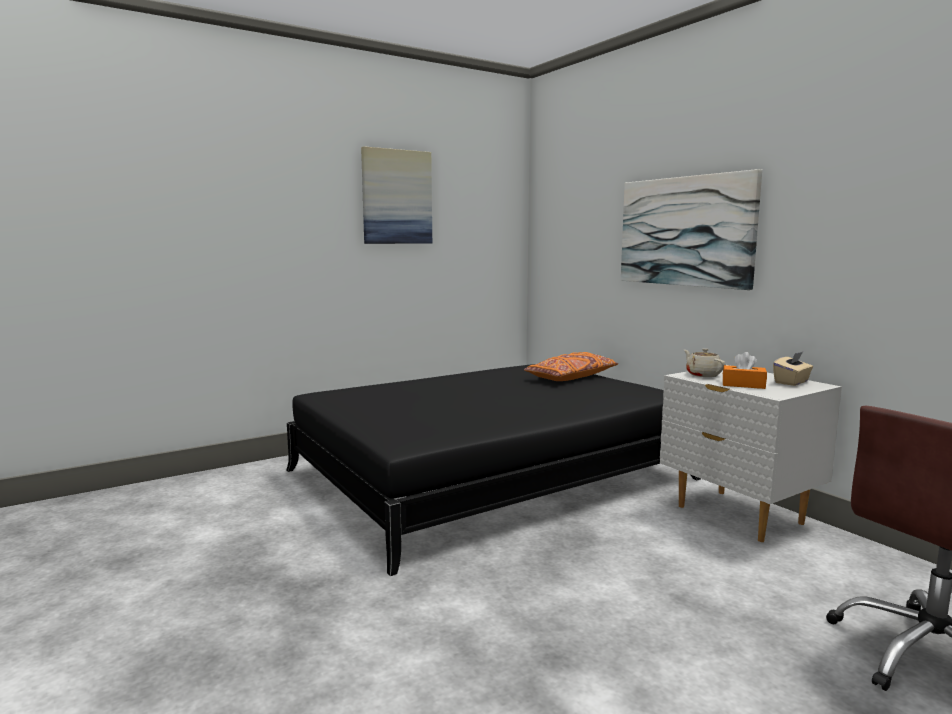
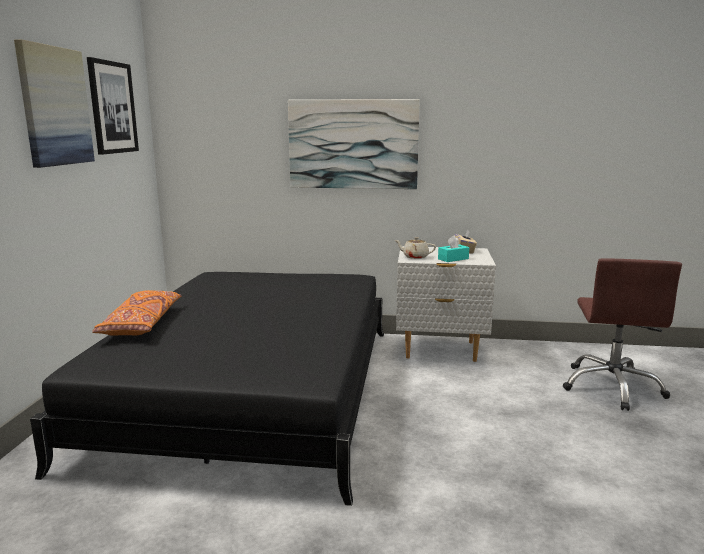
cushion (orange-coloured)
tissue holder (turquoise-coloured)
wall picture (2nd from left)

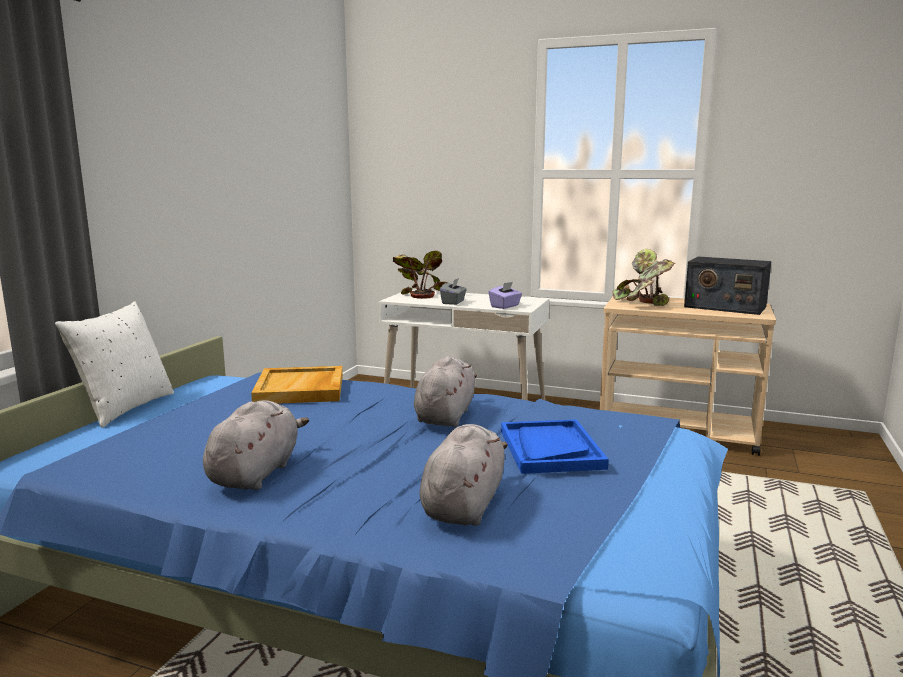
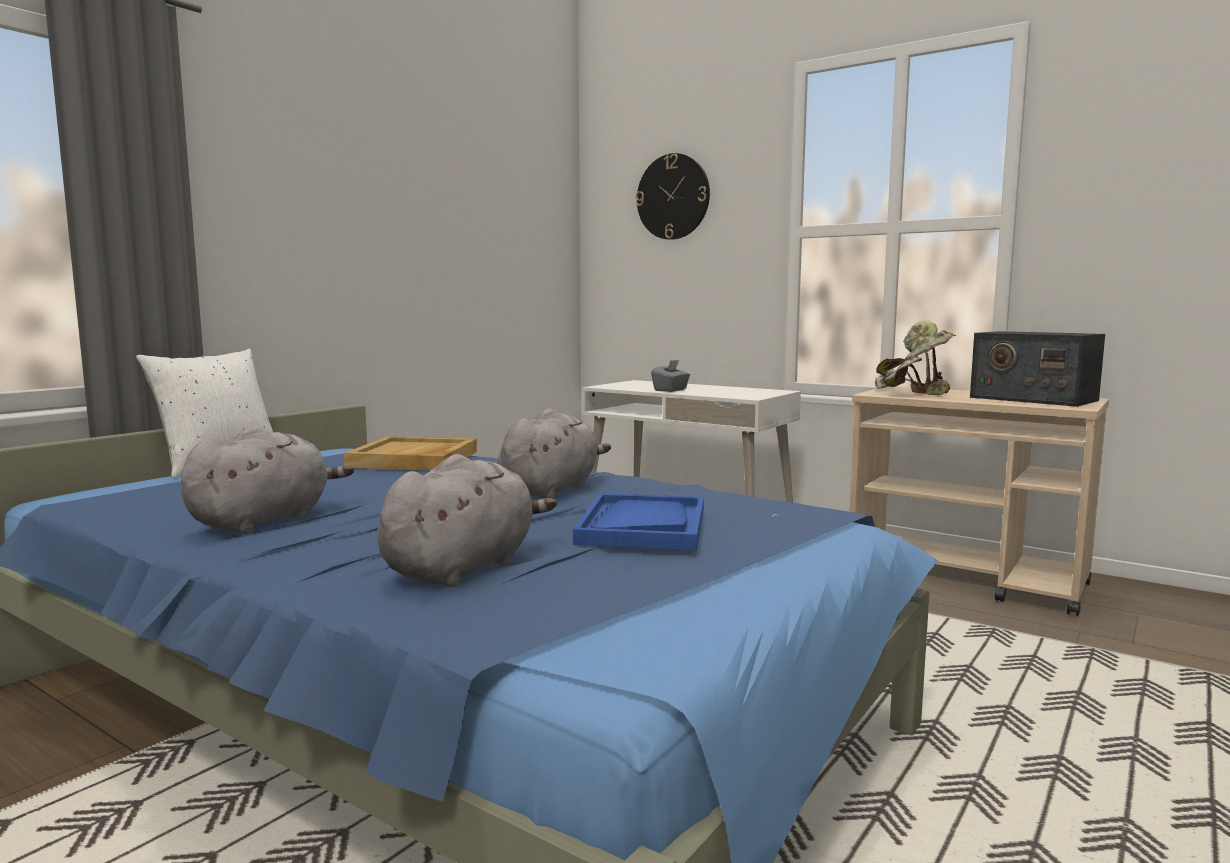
houseplant (1st from left in the first image)
tissue holder (purplish)
clock on the wall

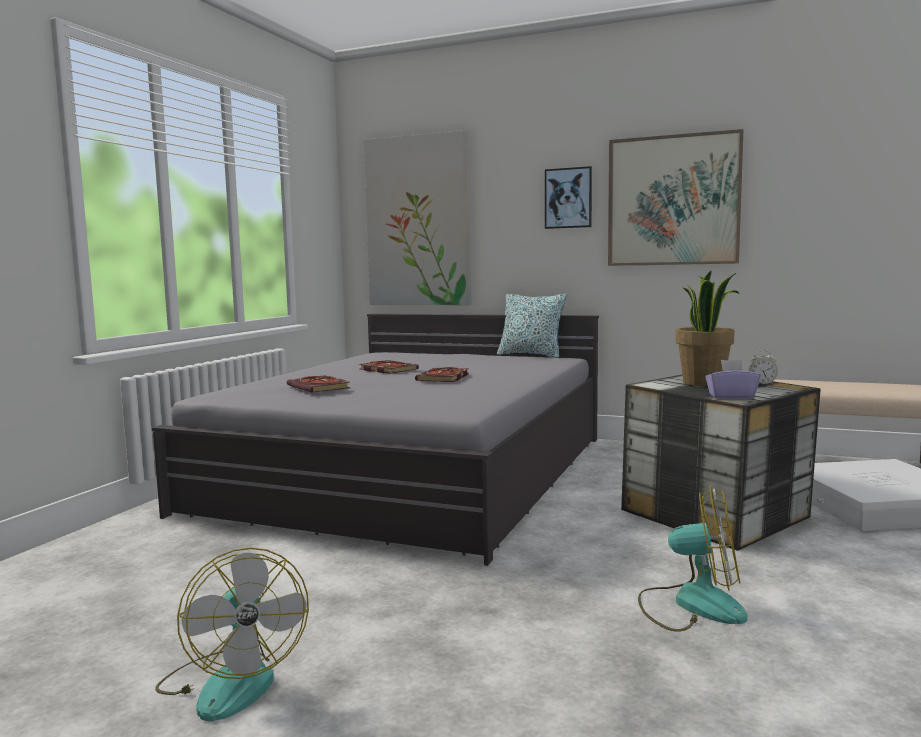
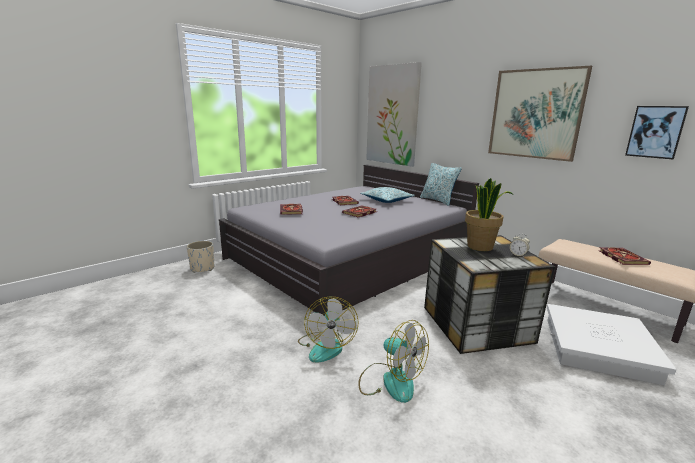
cooling fan (1st from left)
wall picture (3rd from left)
tissue holder (purplish)
plant pot (beige-coloured)
cushion (1st from left)
volume (4th from left)

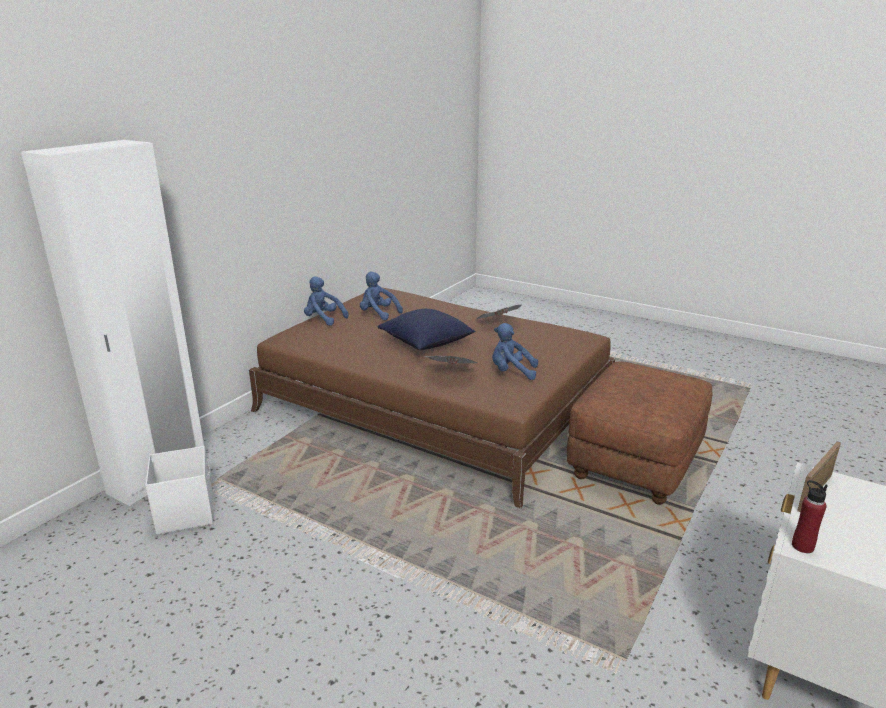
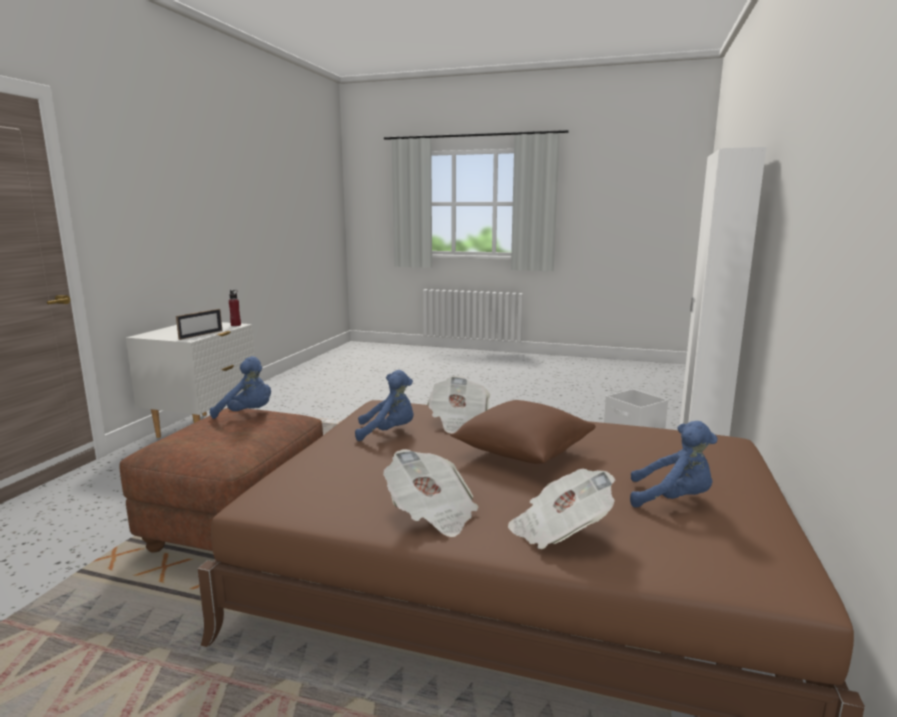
cuddly toy (blue-coloured) (1st from left)
cushion (brown)
printed paper (3rd from left)

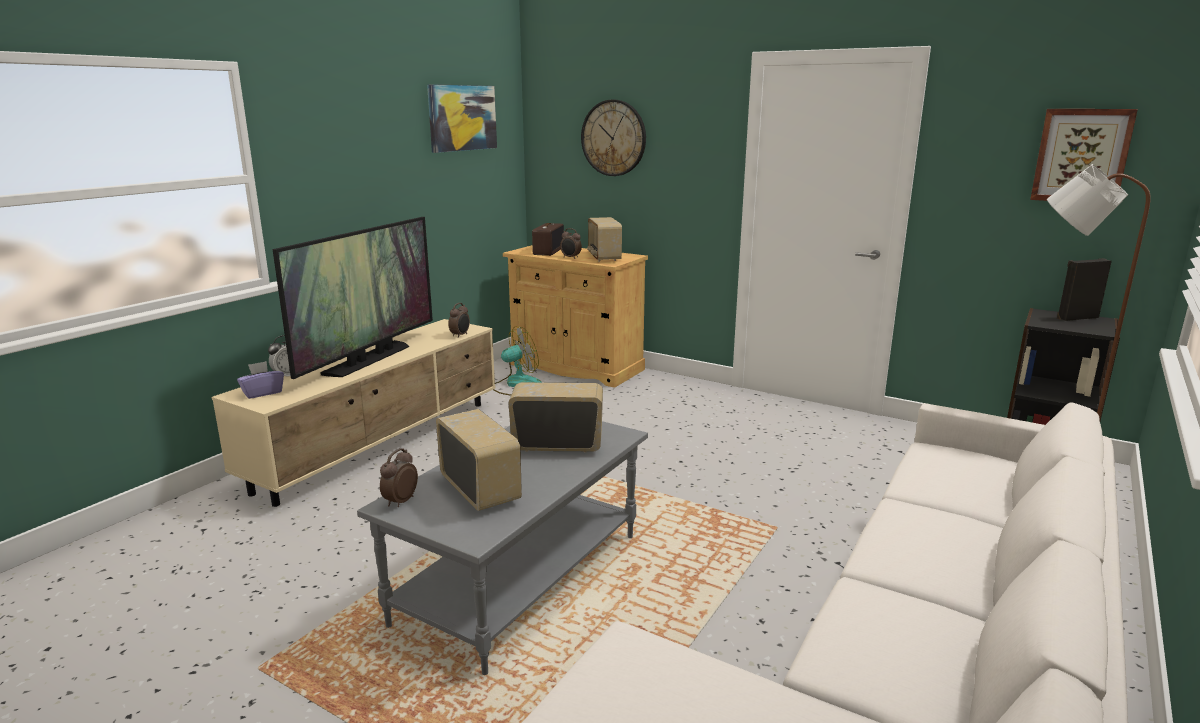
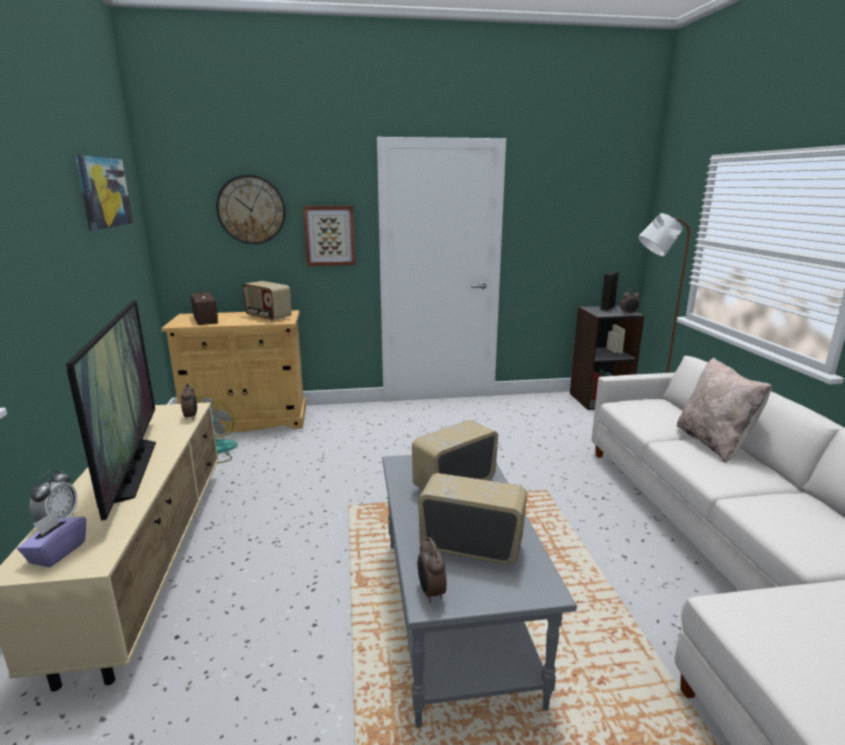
bedside clock (4th from left)
wall picture (2nd from left)
cushion (beige-coloured)

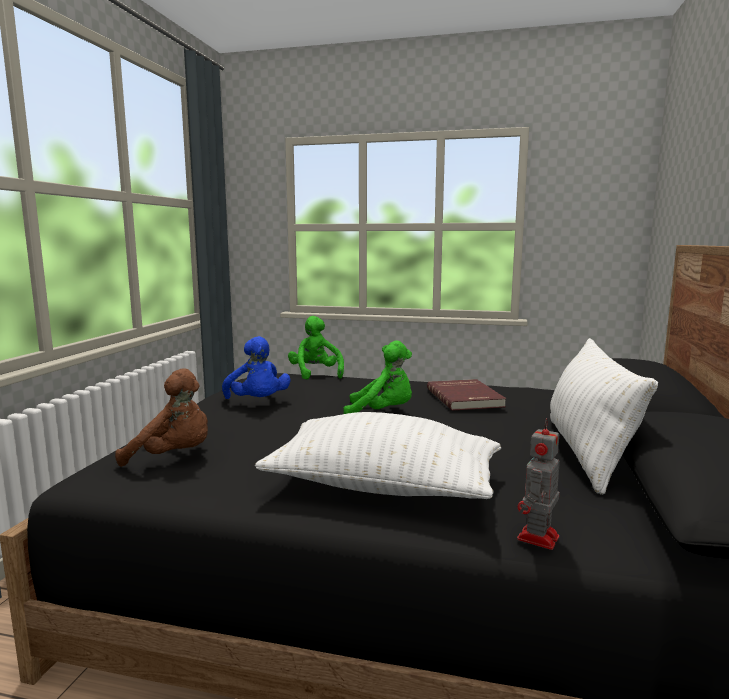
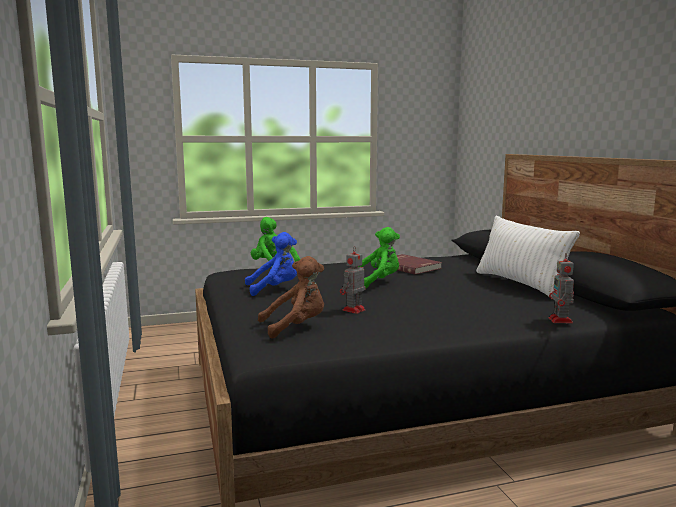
cuddly toy (blue-coloured)
cushion (white-coloured) (1st from left in the first image)
toy robot (1st from left)

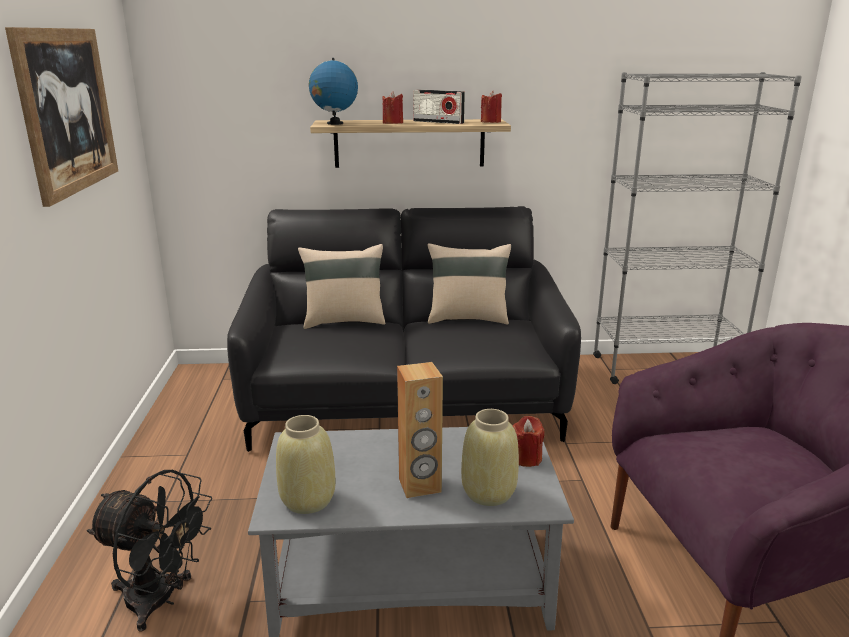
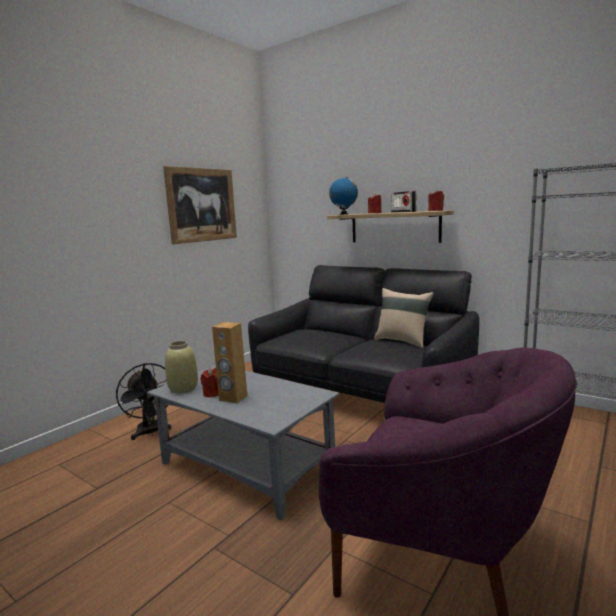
cushion (beige-coloured) (1st from left in the first image)
vase (beige-coloured) (2nd from left in the first image)
candle (red-coloured) (1st from left)

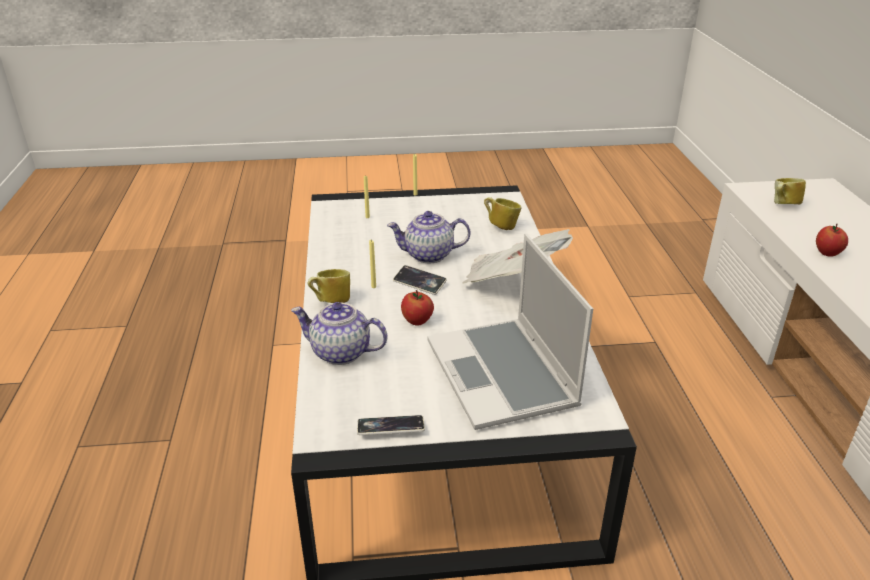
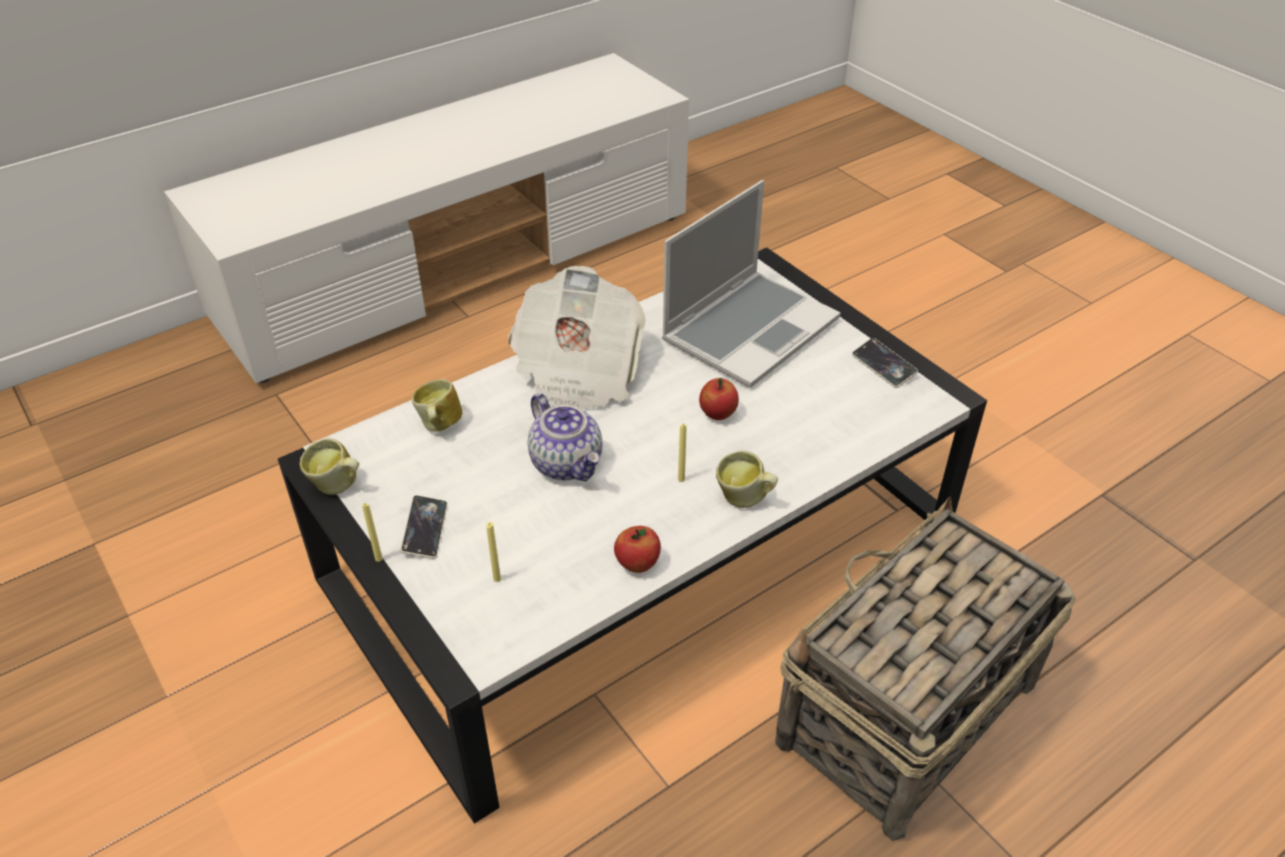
pot for tea (1st from left in the first image)
telephone (1st from left)
coffee mug (1st from left)
apple fruit (1st from left)
storage basket

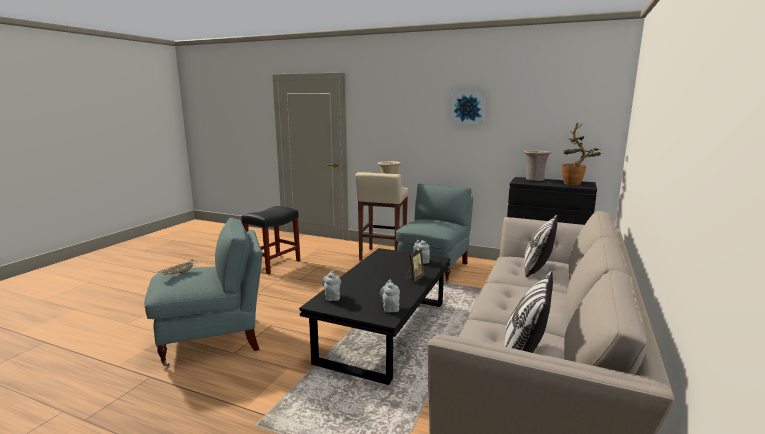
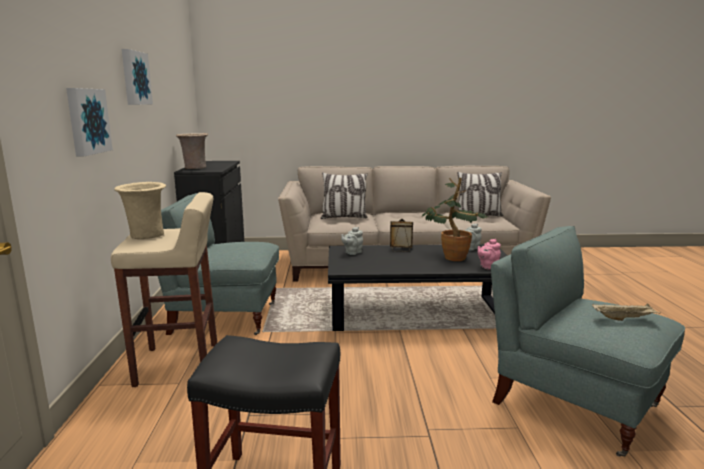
pot for tea (pink-coloured)
houseplant
wall picture (1st from left)

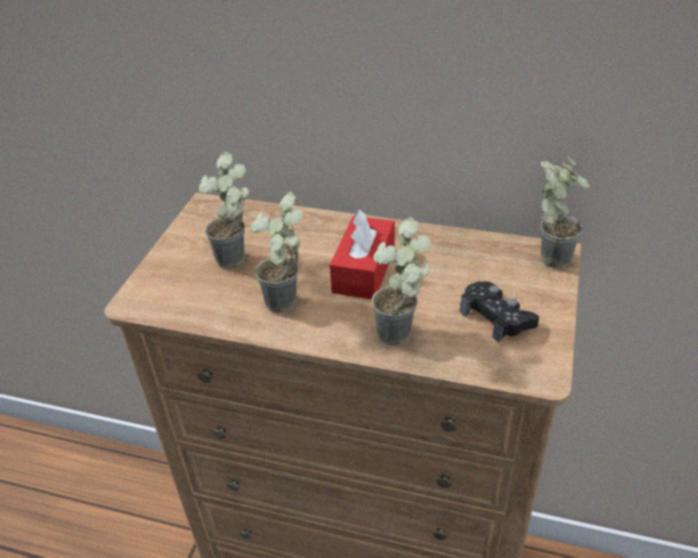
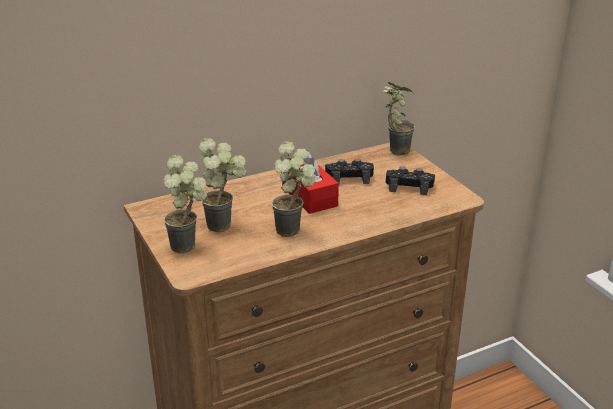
houseplant (1st from left)
joypad (blackish) (1st from left)

